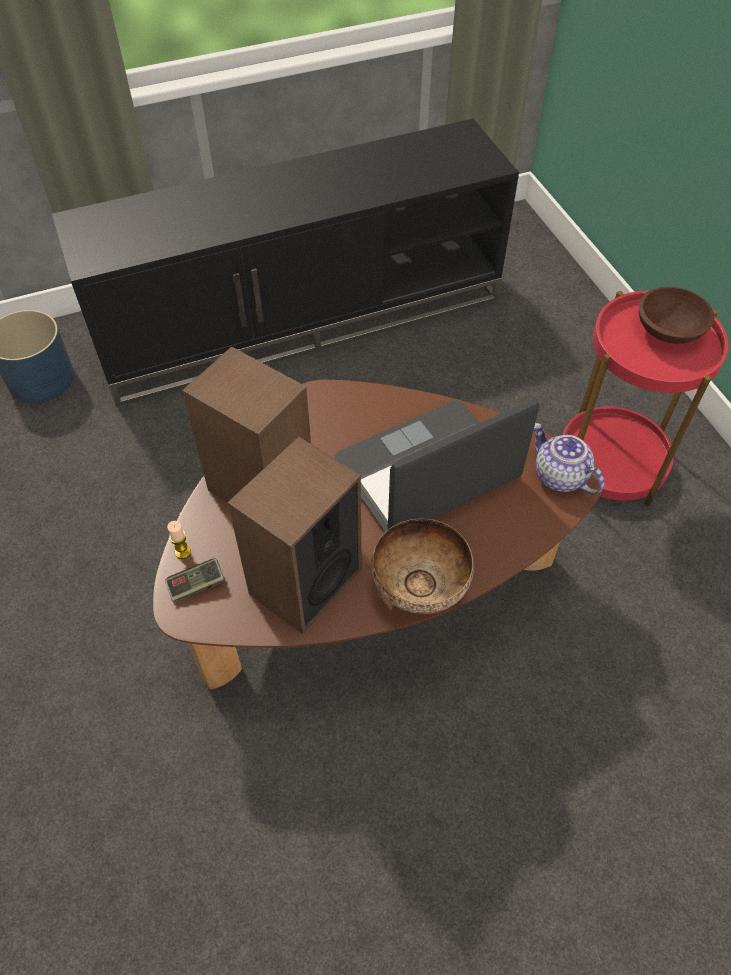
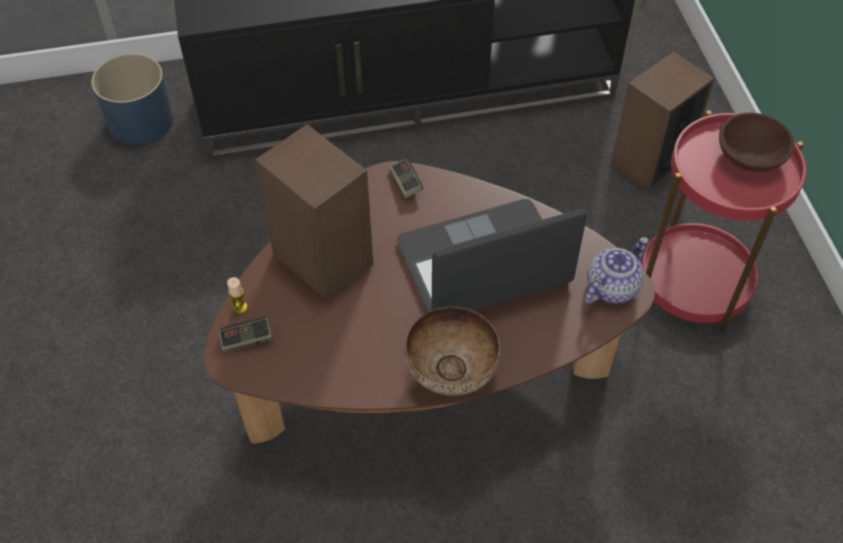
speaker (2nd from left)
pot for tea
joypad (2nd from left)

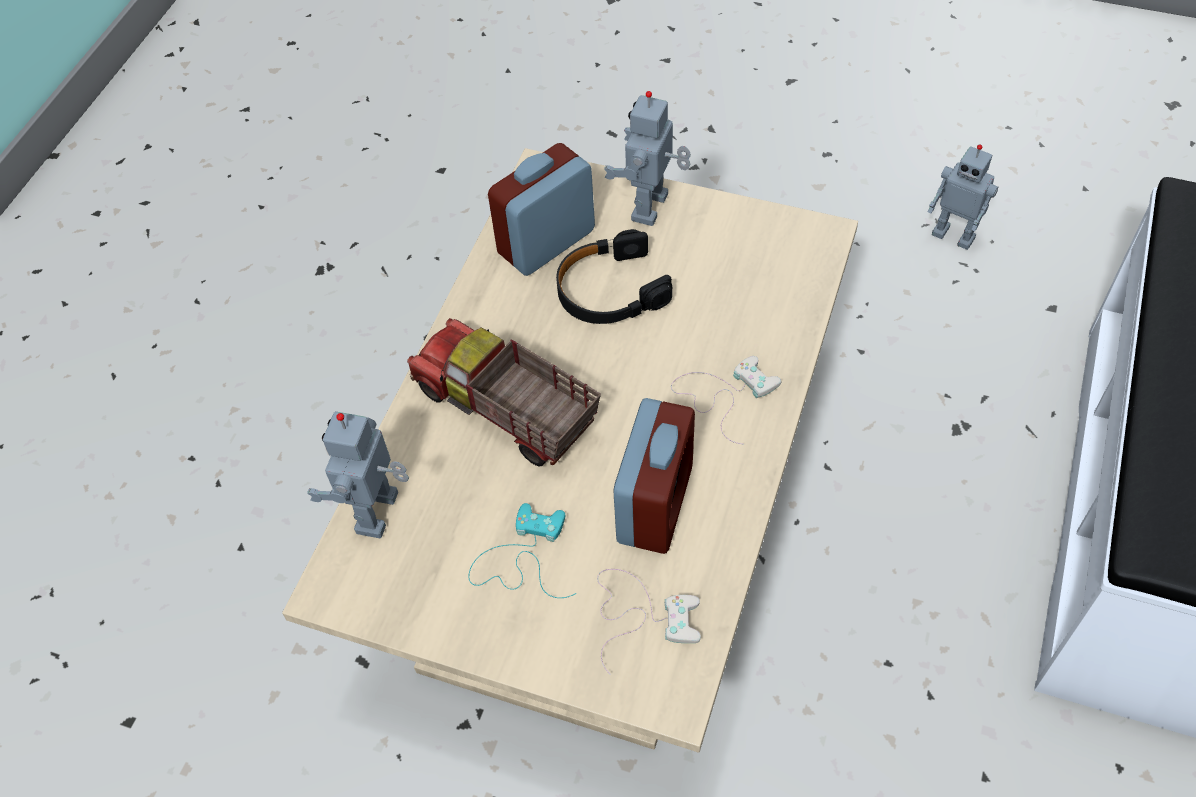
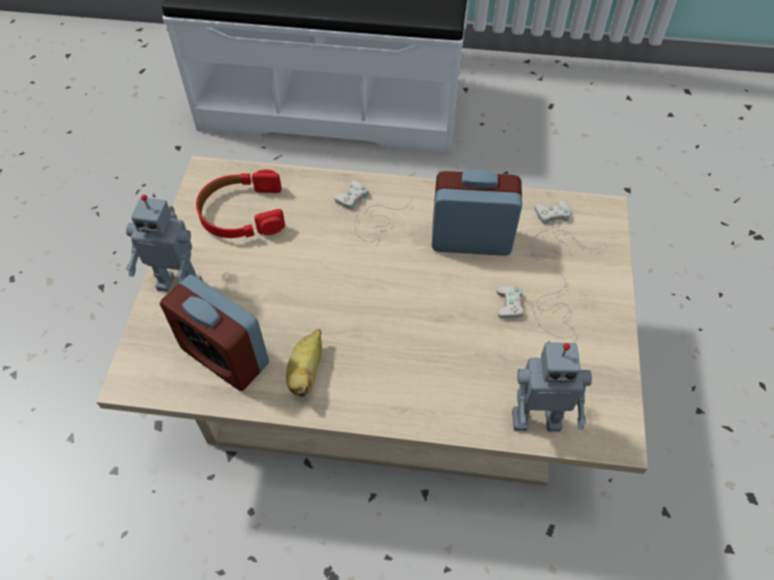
model truck
joypad (white-coloured) (2nd from left)
headset (blackish)
toy robot (3rd from left in the first image)
headset (red-coloured)
banana

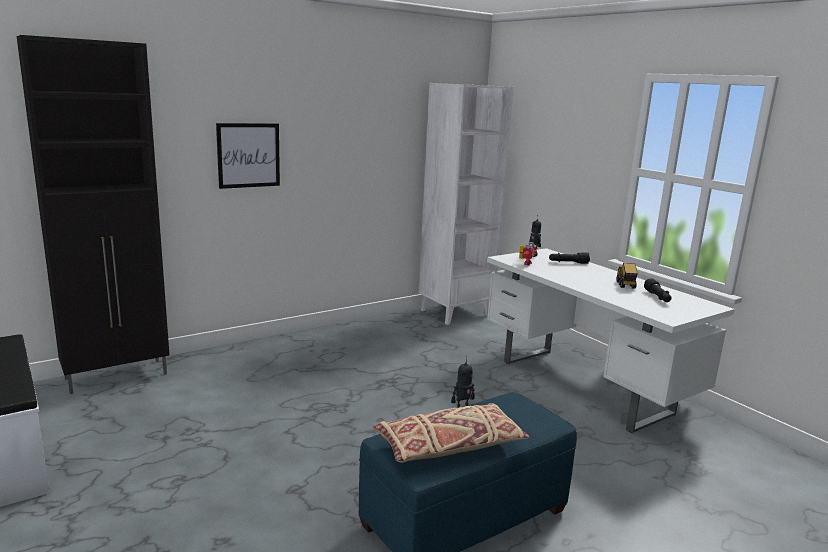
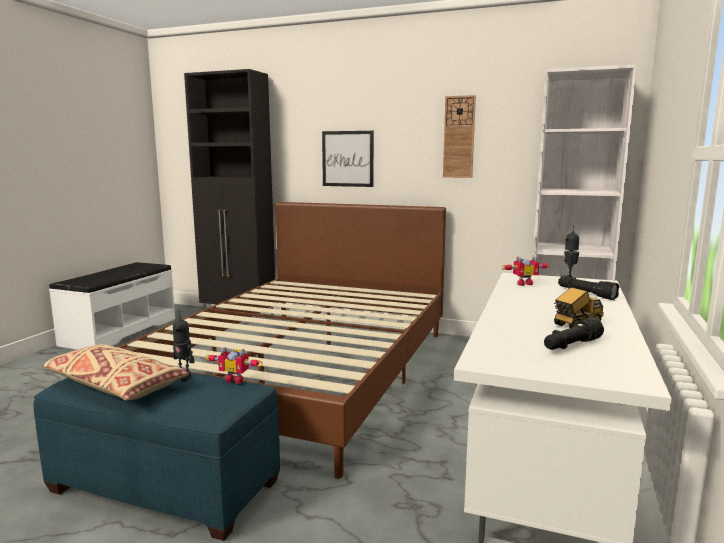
bedroom bed (brown)
toy robot (2nd from left)
clock on the wall

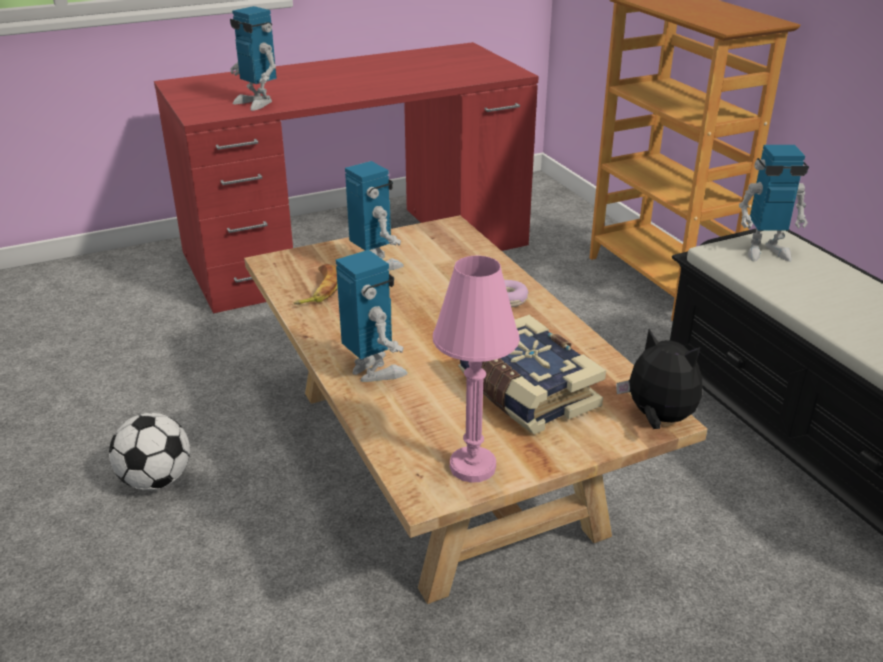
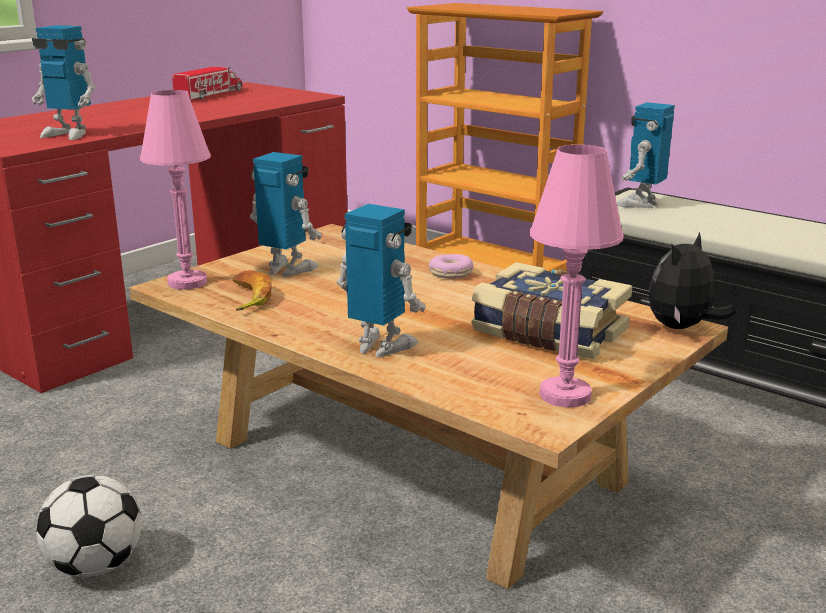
cuddly toy
toy robot (4th from left)
table lamp (pink-coloured) (1st from left)
model truck

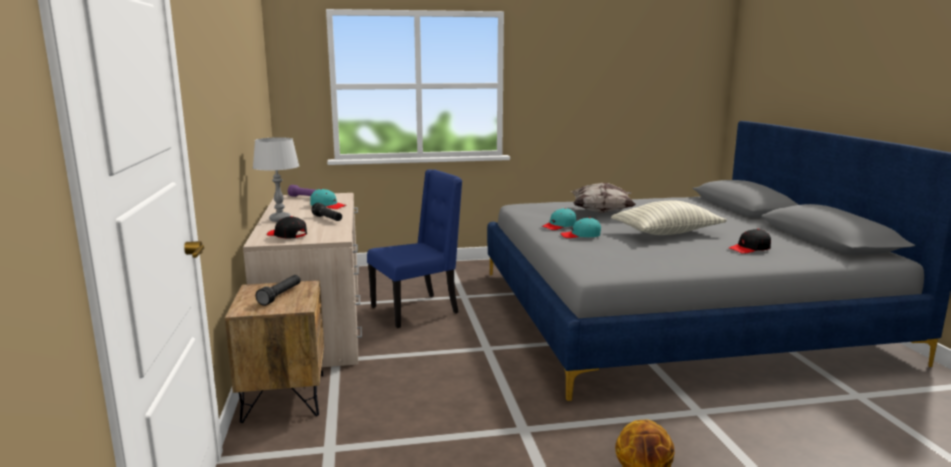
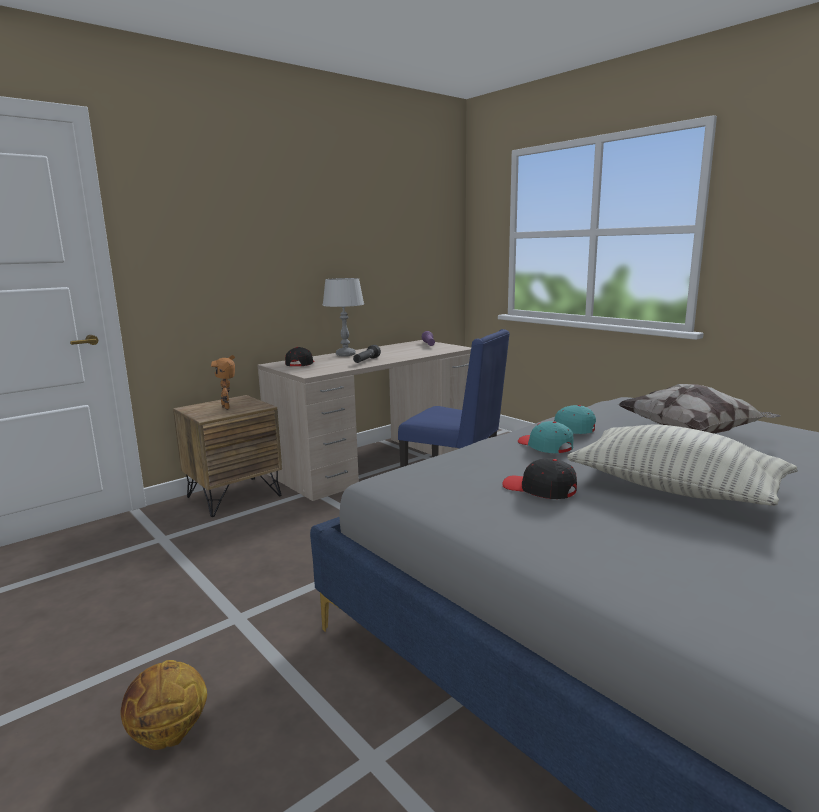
toy robot
cap (turquoise-coloured) (1st from left in the first image)
cap (blackish) (2nd from left)

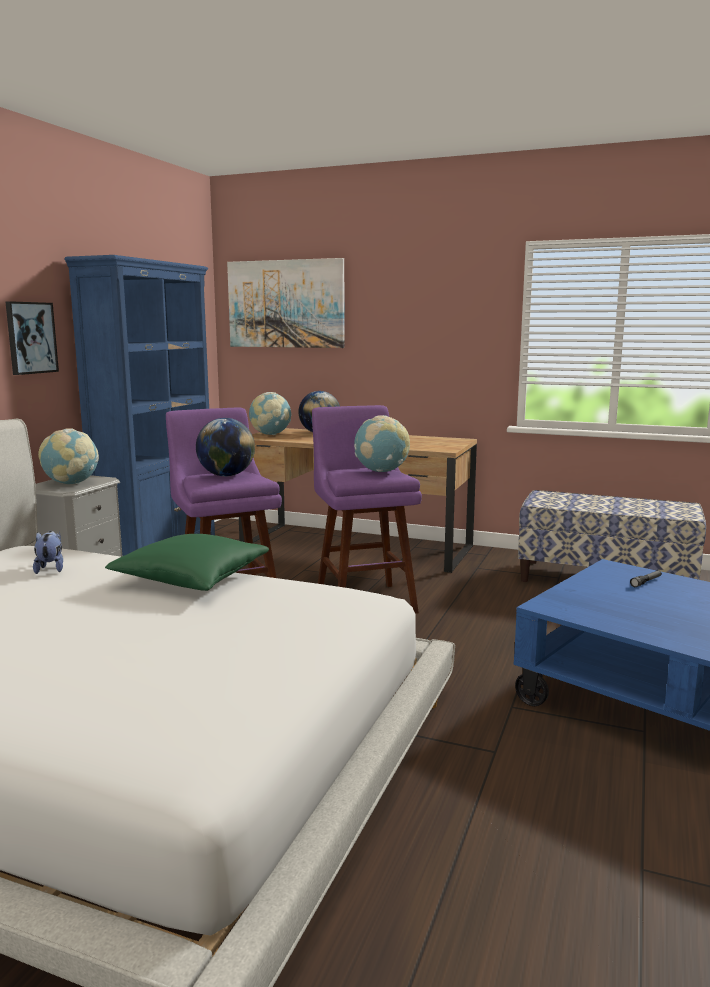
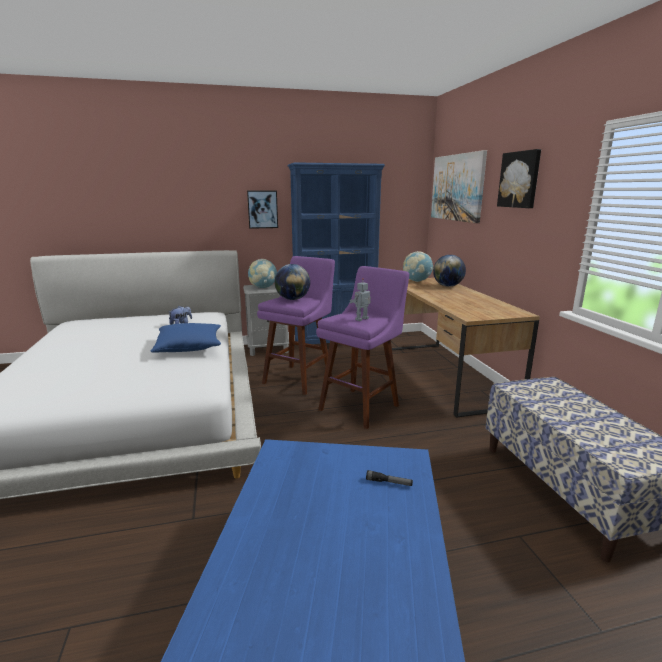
cushion (blue-coloured)
toy robot
wall picture (3rd from left)

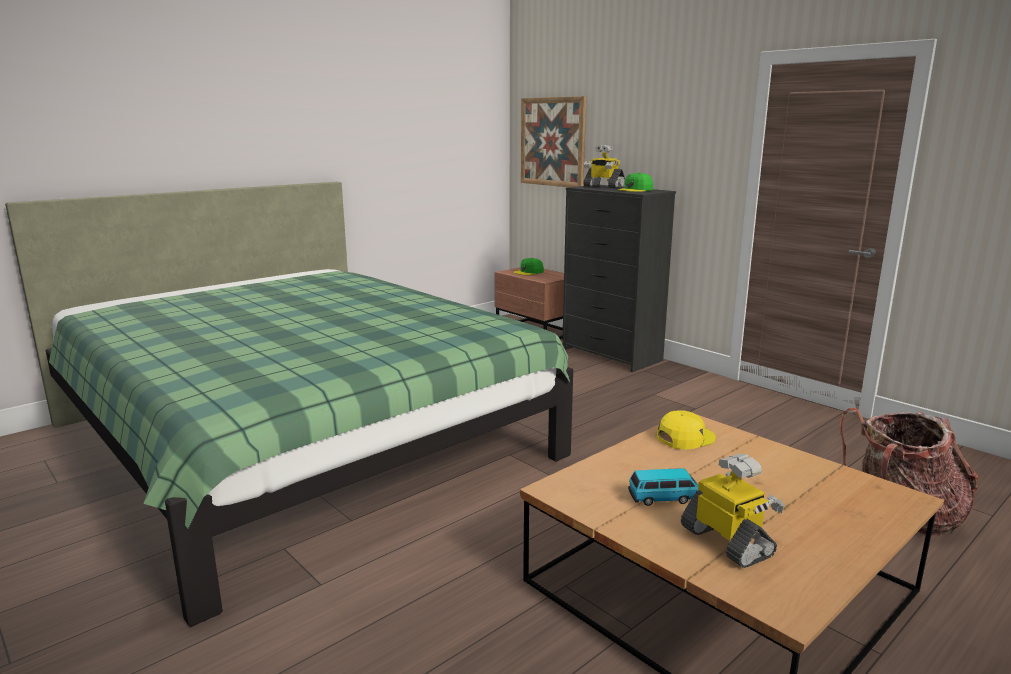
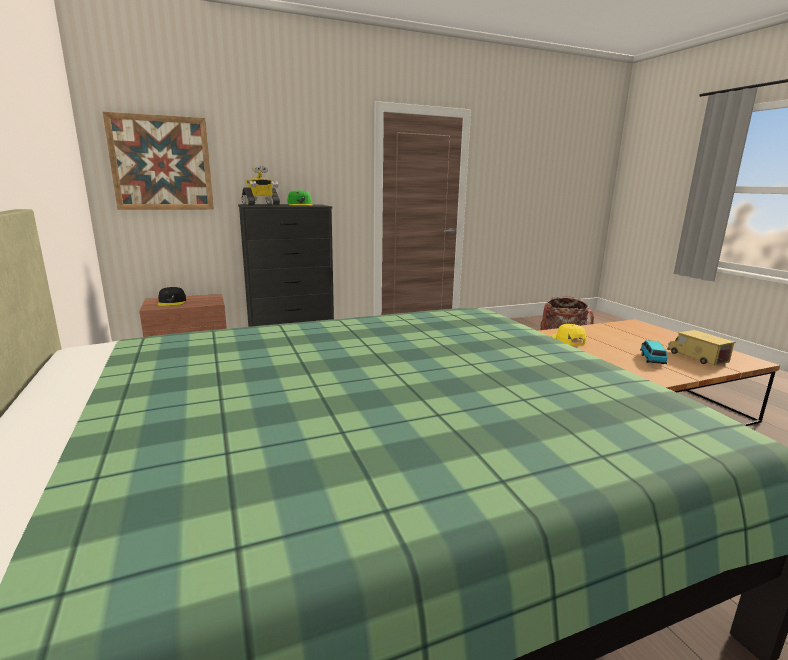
cap (blackish)
model truck

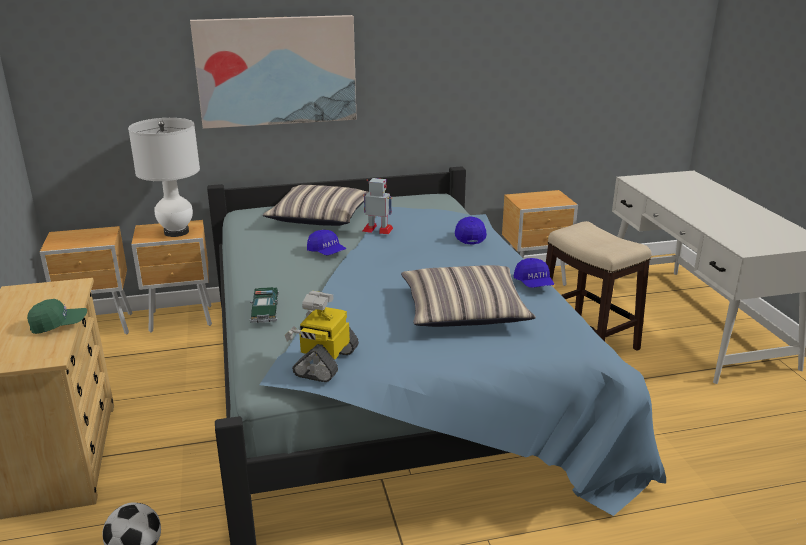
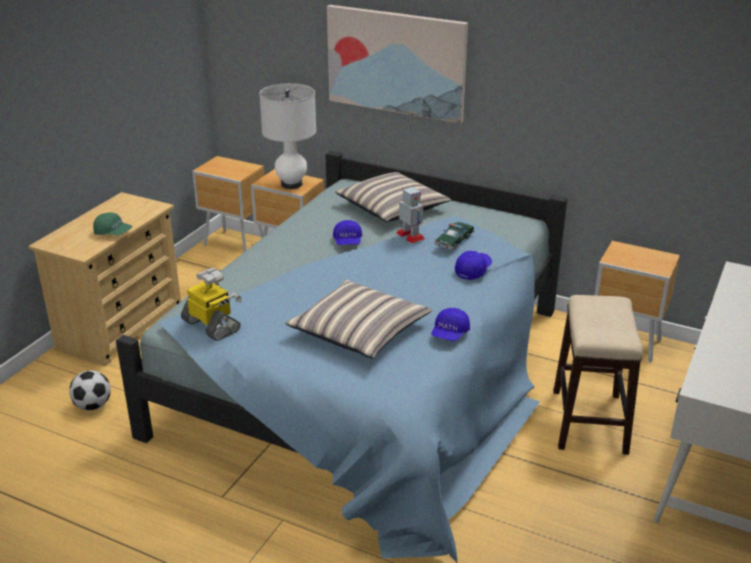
model car
toy robot (1st from left)

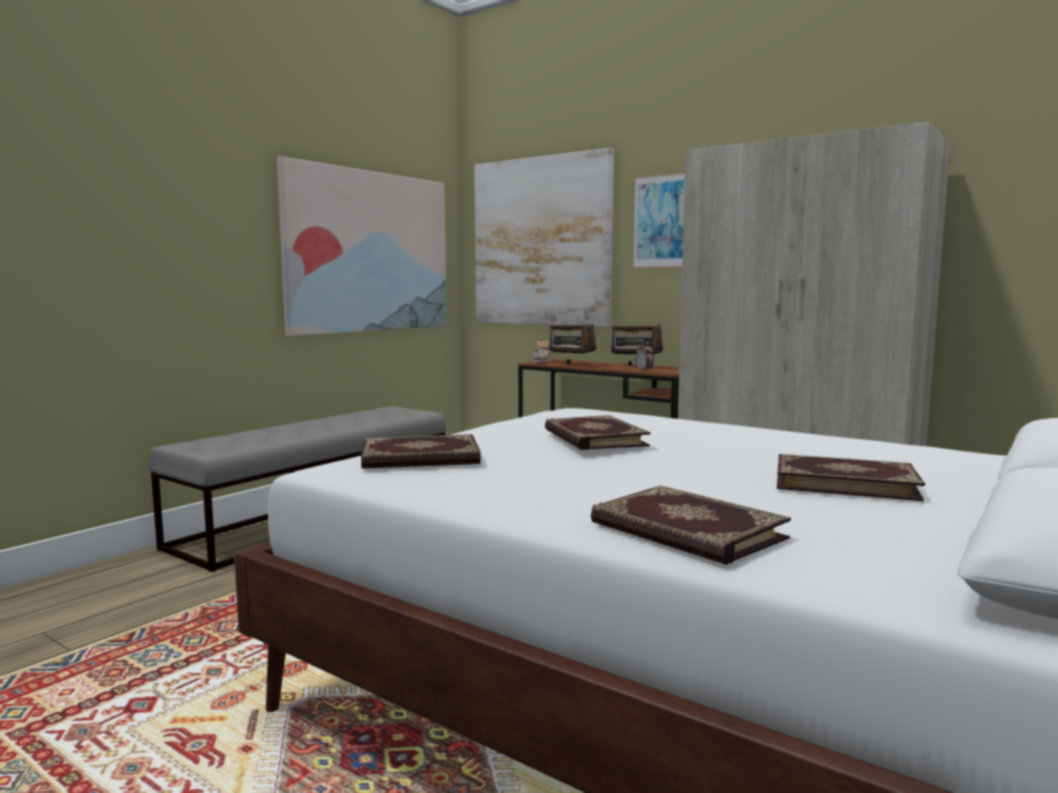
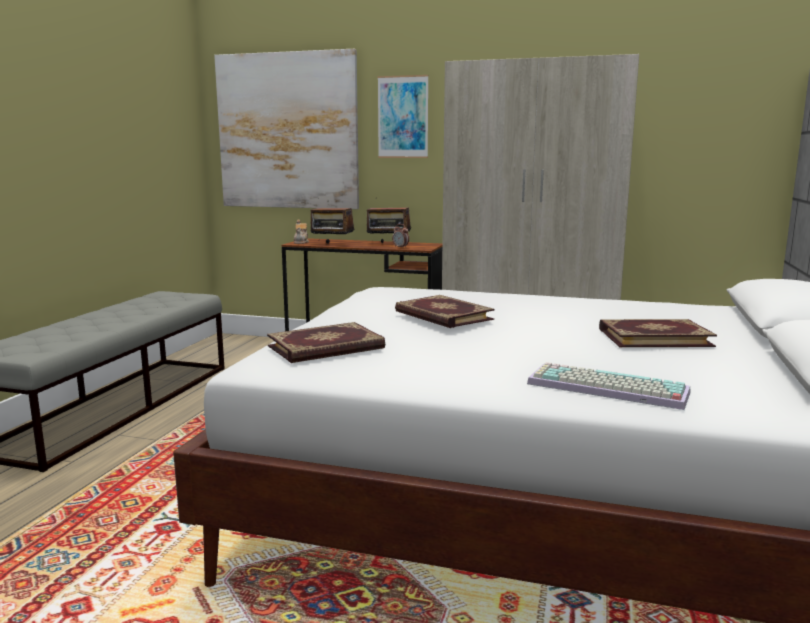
wall picture (1st from left in the first image)
computer keyboard

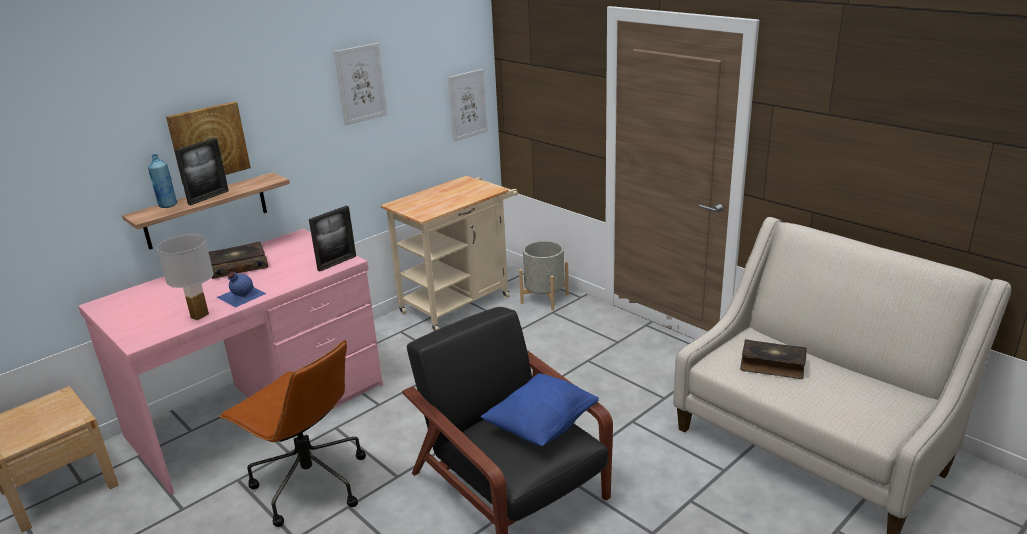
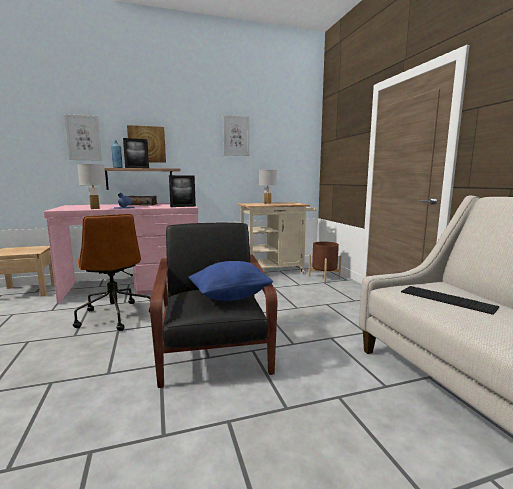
wall picture (1st from left)
plant pot (brown)
computer keyboard
table lamp (white-coloured) (2nd from left)

